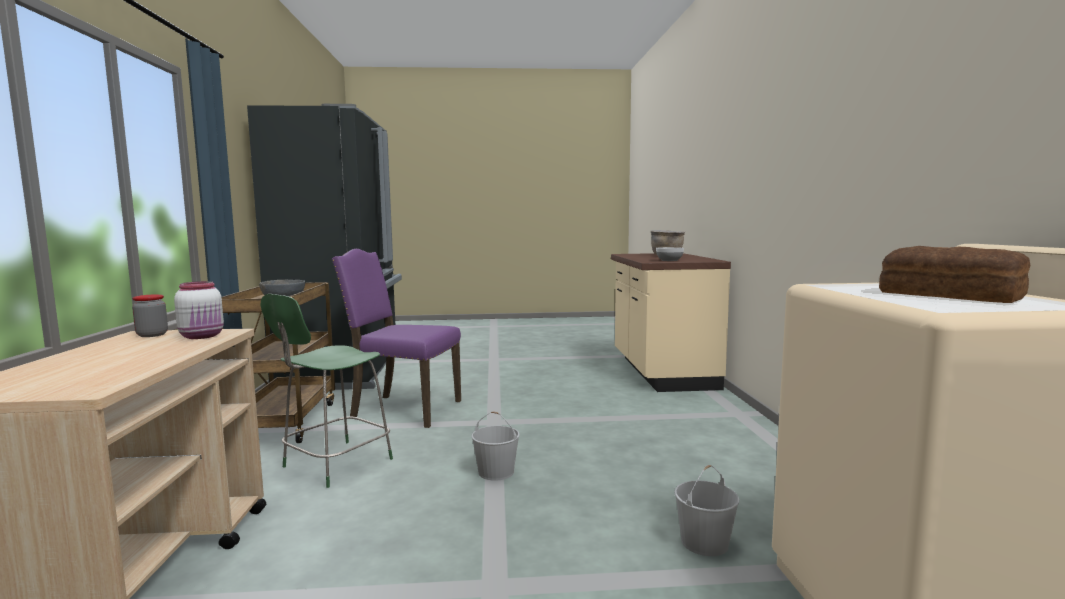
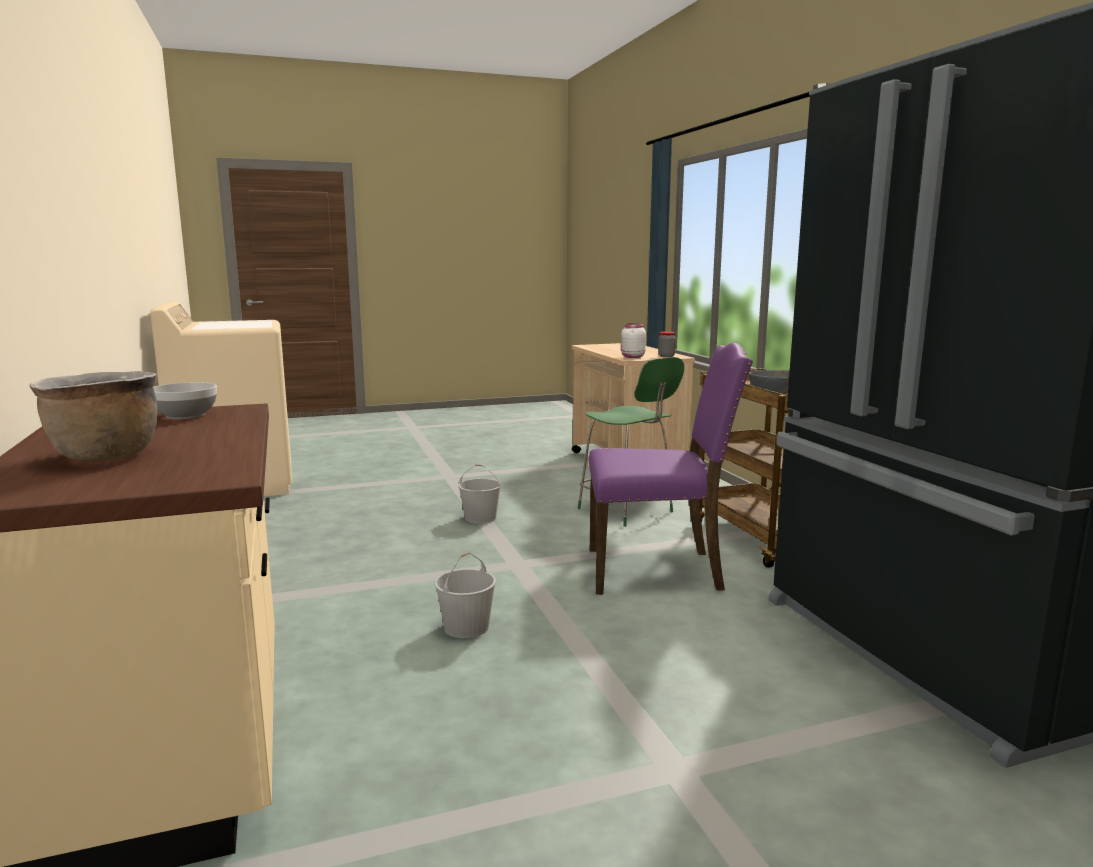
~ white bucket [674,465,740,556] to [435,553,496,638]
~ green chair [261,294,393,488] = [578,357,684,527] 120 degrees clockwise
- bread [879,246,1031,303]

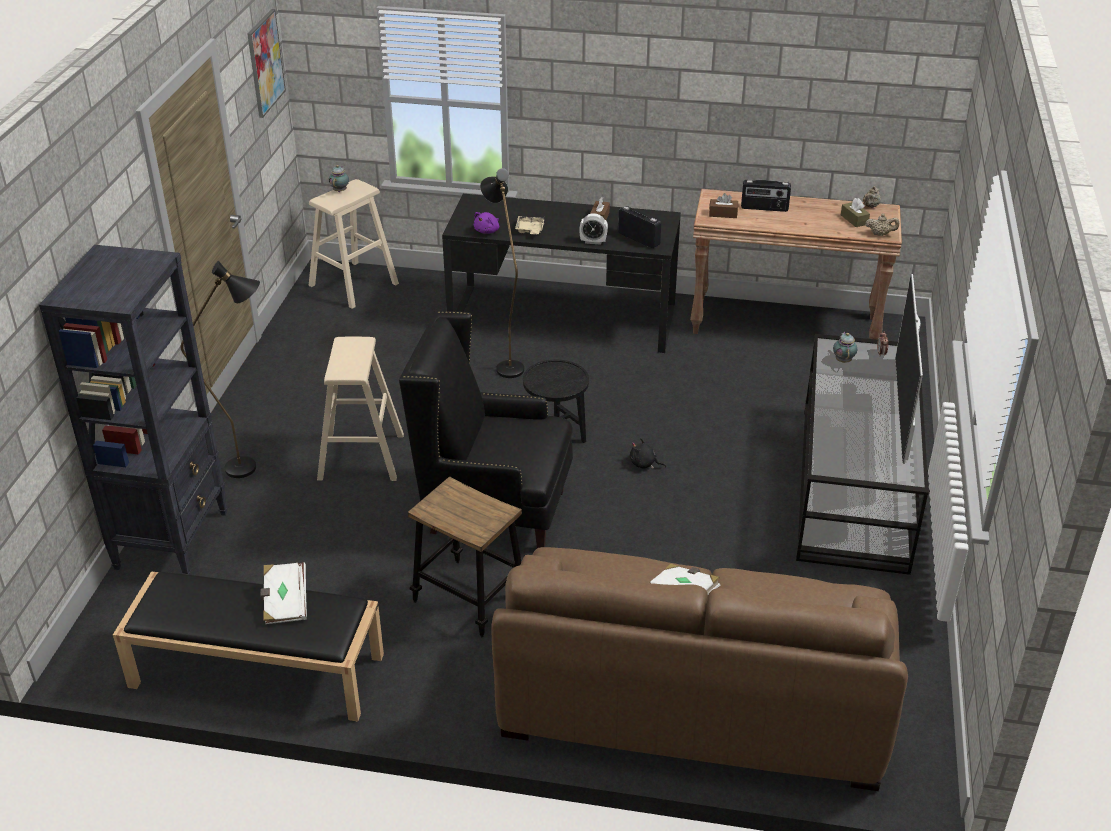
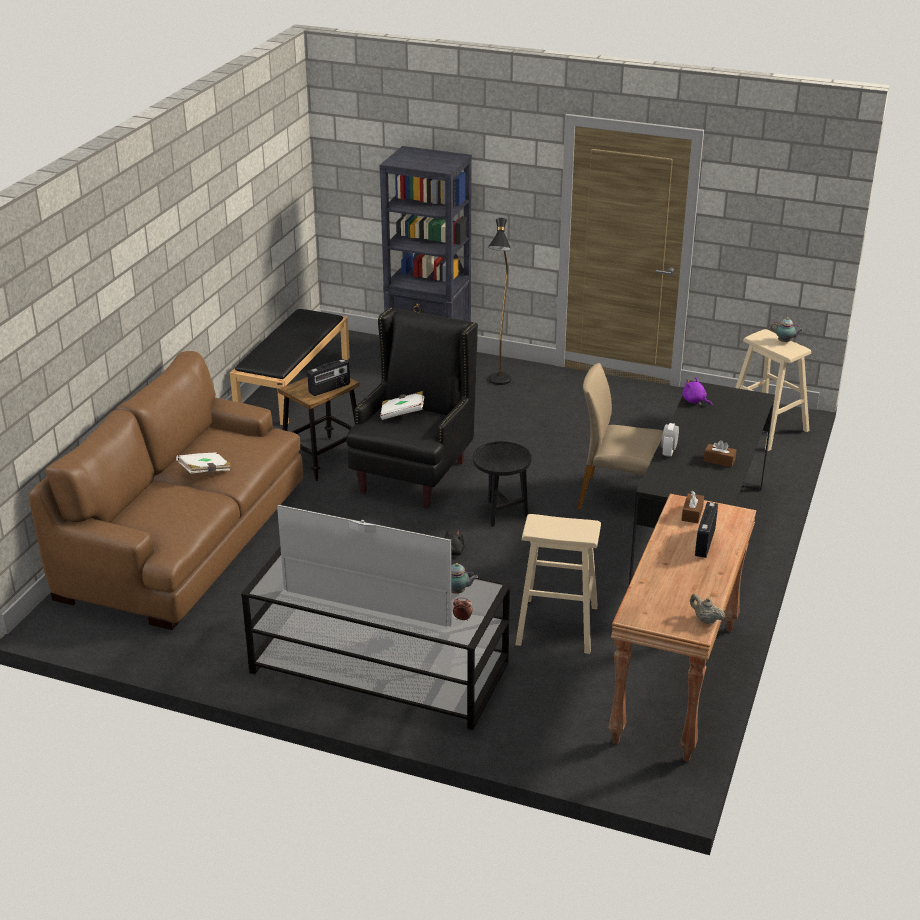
~ radio [618,206,661,248] to [307,359,350,396]
~ white book [260,562,307,624] to [380,391,424,420]
~ beige stool [317,337,404,481] to [515,514,601,654]
~ black floor lamp [480,168,524,378] to beige chair [577,363,663,510]
- picture [247,9,286,118]
- beige tray [515,216,544,234]
- brown tissue box [841,198,870,227]
- beige teapot [865,214,899,236]

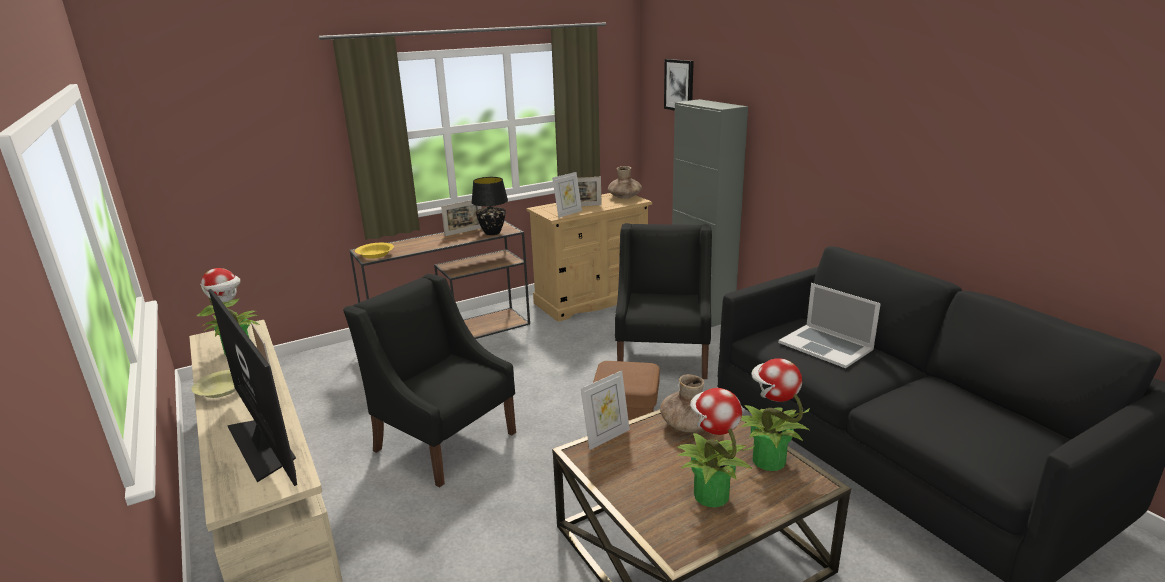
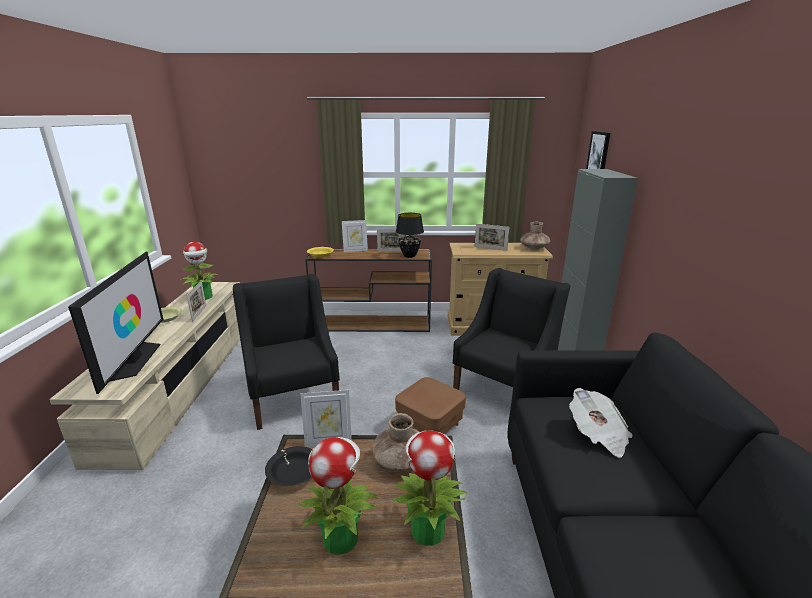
+ black bowl [265,446,312,486]
~ picture frame [552,172,582,218] to [342,220,368,252]
~ laptop [778,283,881,368] to newspaper [569,388,633,458]

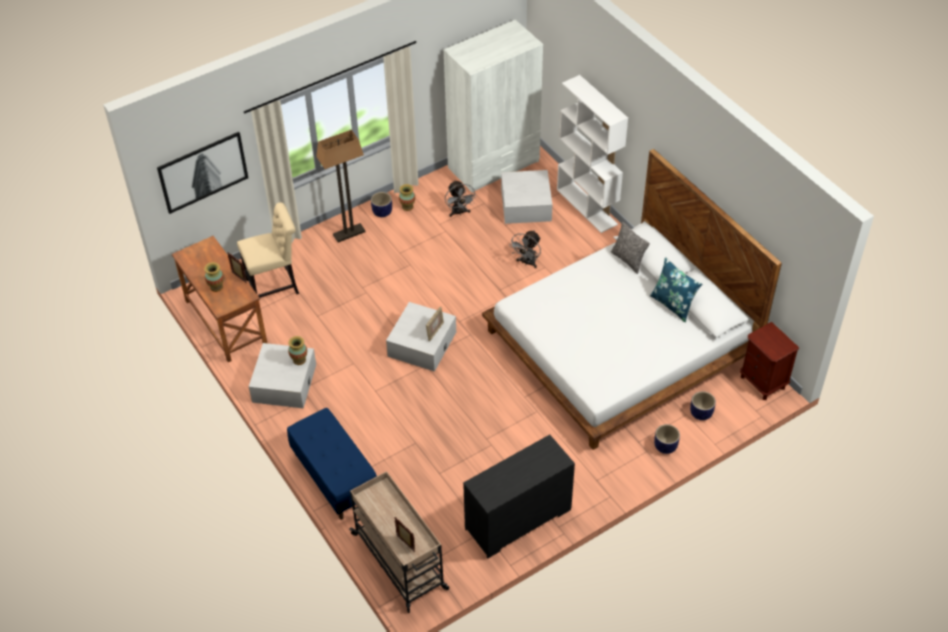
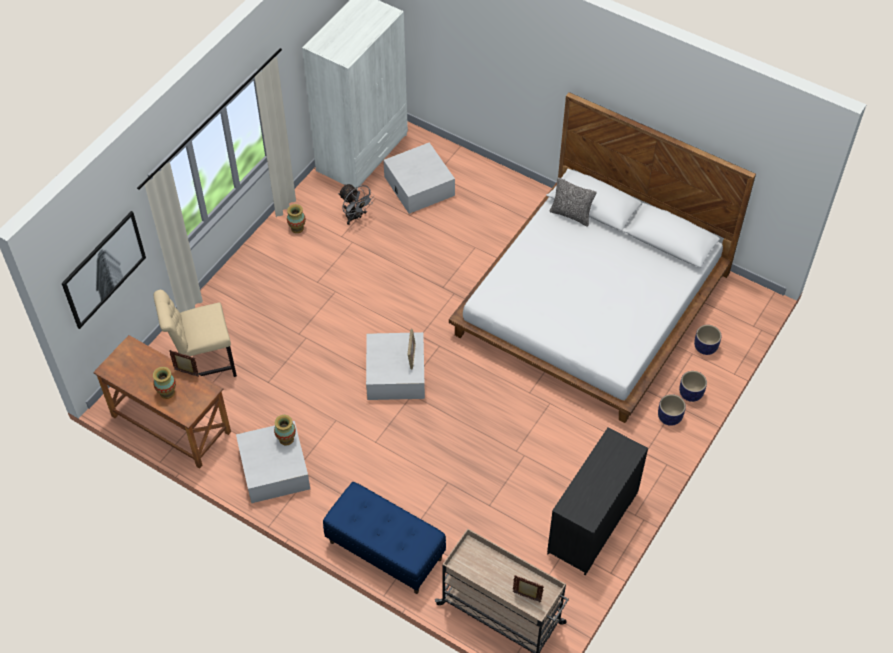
~ beige chair [237,202,299,298] = [154,290,237,377] 150 degrees counterclockwise
~ planter [371,192,392,217] to [658,394,686,426]
- floor lamp [316,130,365,242]
- grey fan [509,230,541,268]
- white bookcase [557,75,628,233]
- blue pillow [650,257,703,323]
- brown nightstand [740,322,799,400]

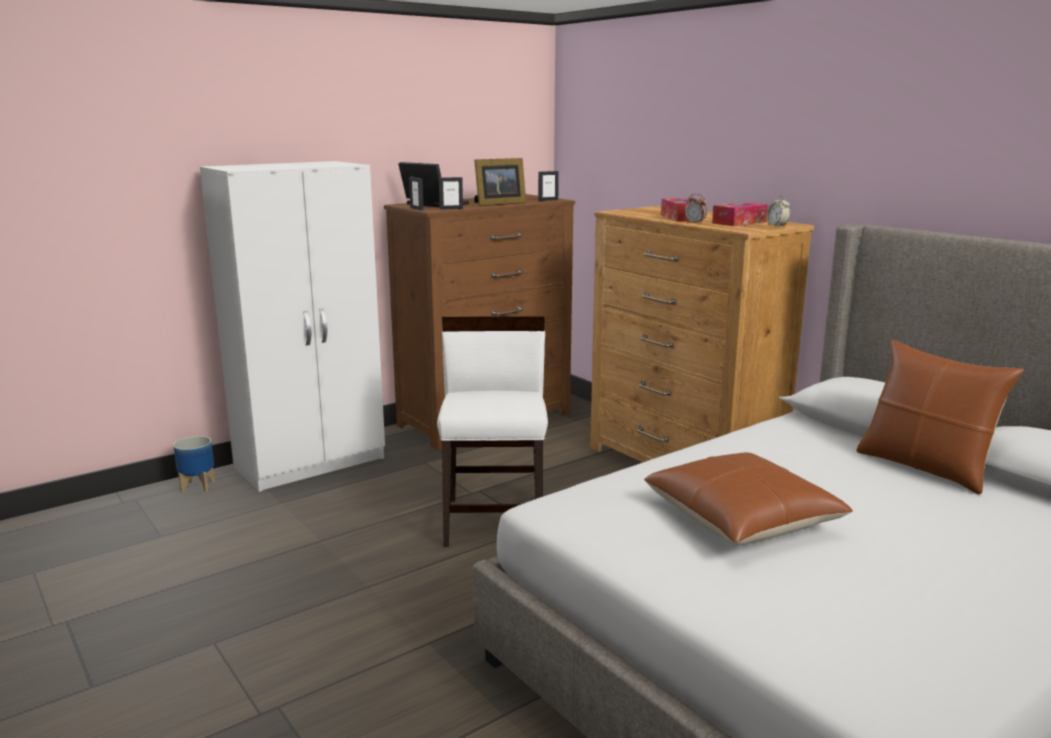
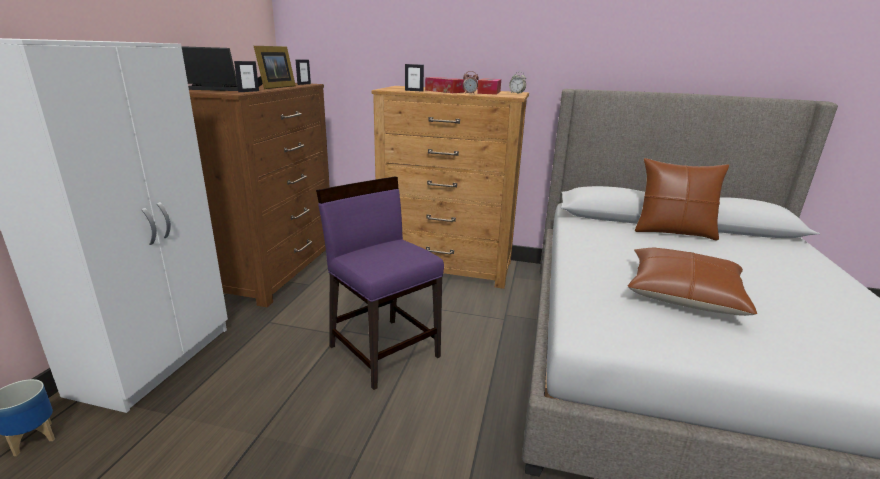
~ white chair [437,316,548,547] to purple chair [316,177,444,390]
~ picture frame [409,177,424,210] to [405,64,424,92]

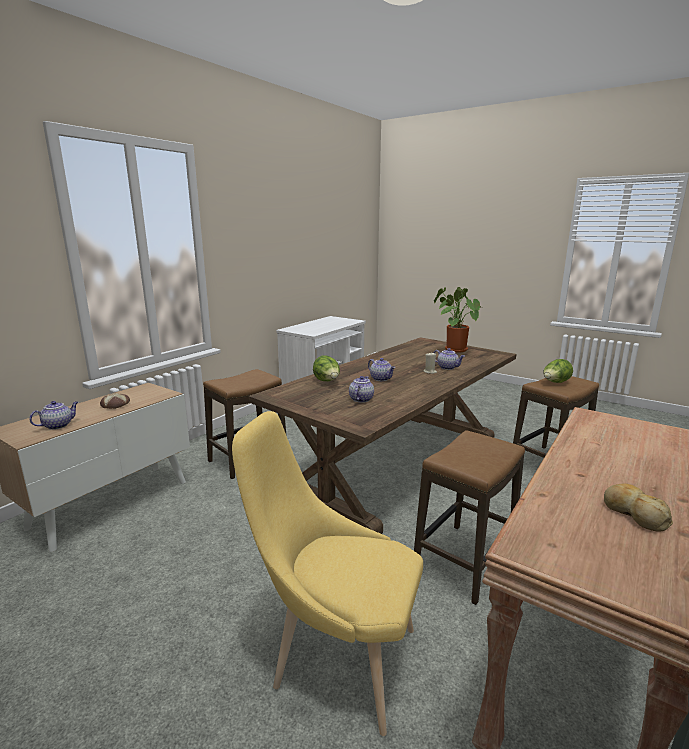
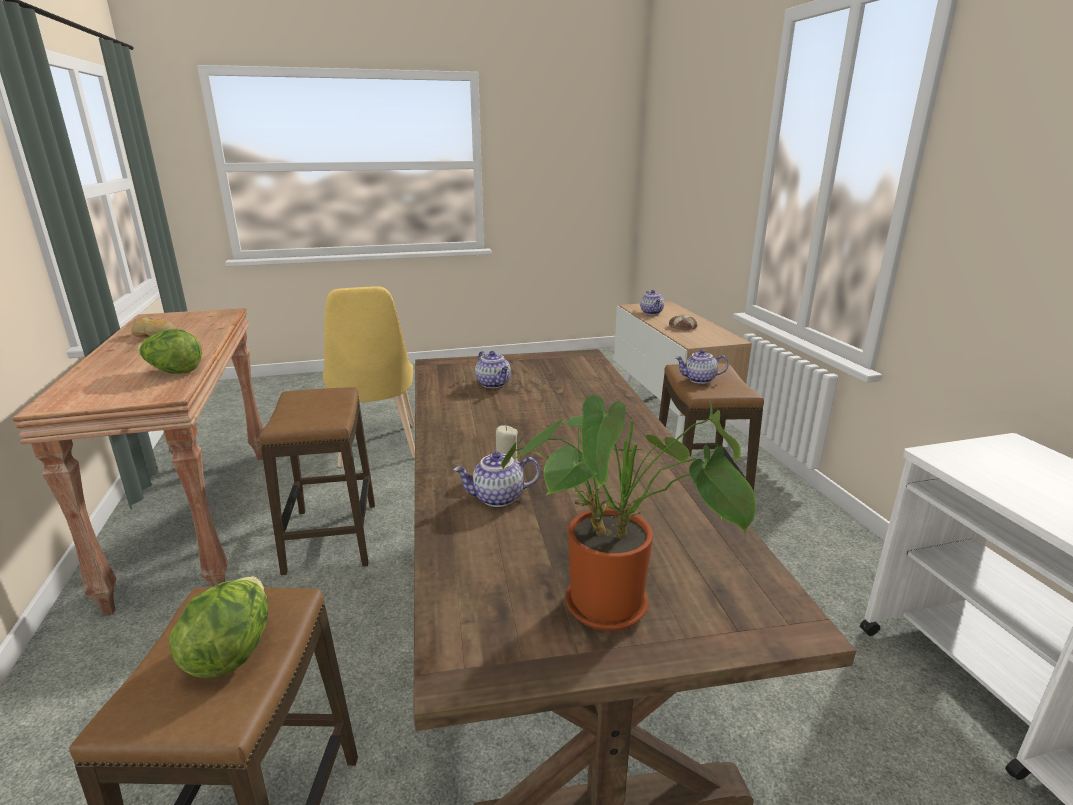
~ lettuce [313,355,340,381] to [137,329,202,374]
~ yellow chair [232,411,423,736] = [323,286,415,467] 105 degrees clockwise
~ teapot [368,358,396,381] to [675,349,728,384]

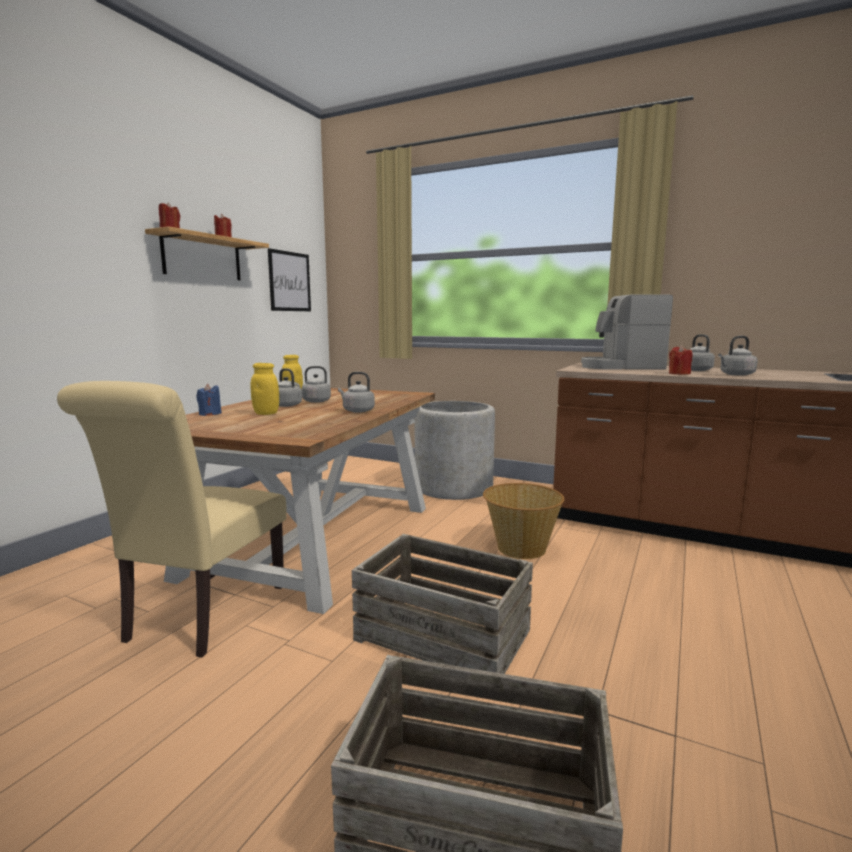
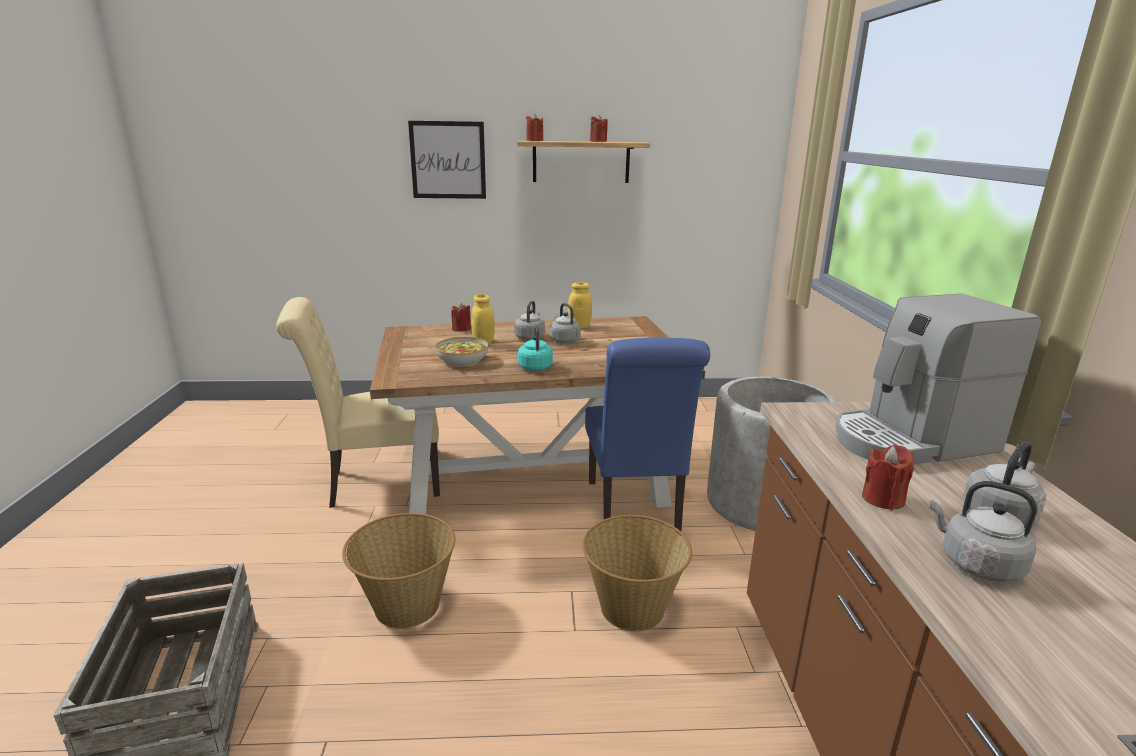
~ crate [352,534,533,674] to basket [342,513,455,629]
~ picture [268,248,311,311] to [408,121,486,199]
+ bowl [435,337,488,367]
~ blue candle [196,384,222,416] to red candle [451,303,471,332]
~ grey kettle [338,372,375,413] to turquoise kettle [518,325,553,371]
+ blue chair [585,338,710,532]
~ coffee machine [581,294,673,369] = [835,293,1042,465] 75 degrees counterclockwise

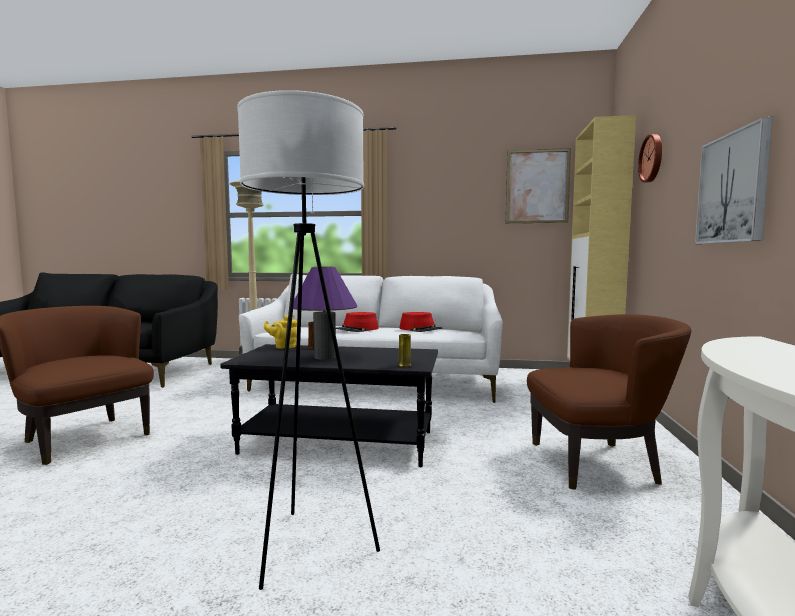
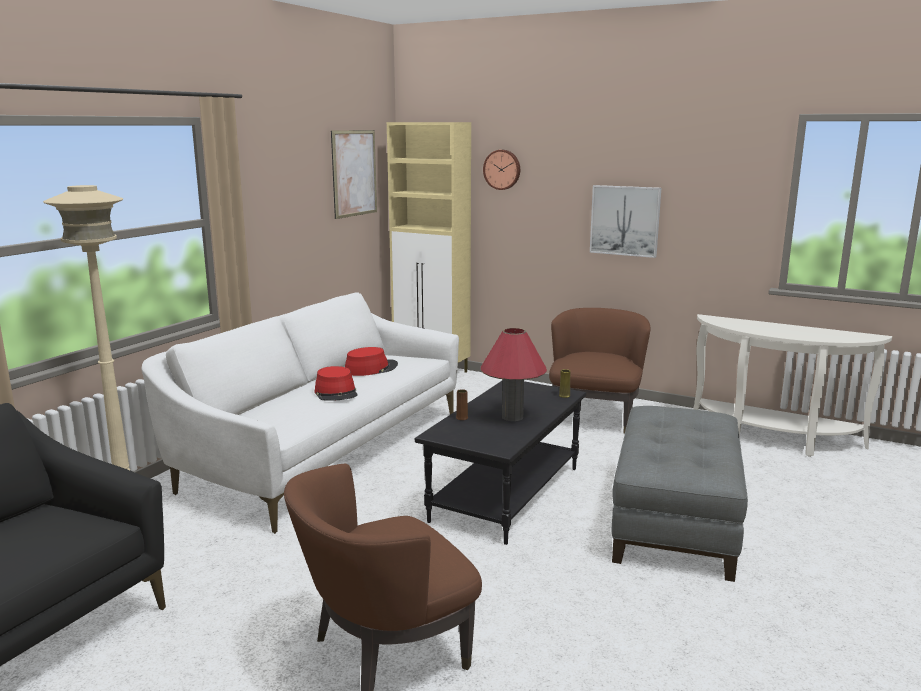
~ purple table lamp [293,267,357,360] to red table lamp [481,328,547,421]
~ white floor lamp [237,90,380,590] to grey ottoman [612,406,748,582]
- yellow teapot [264,315,297,349]

